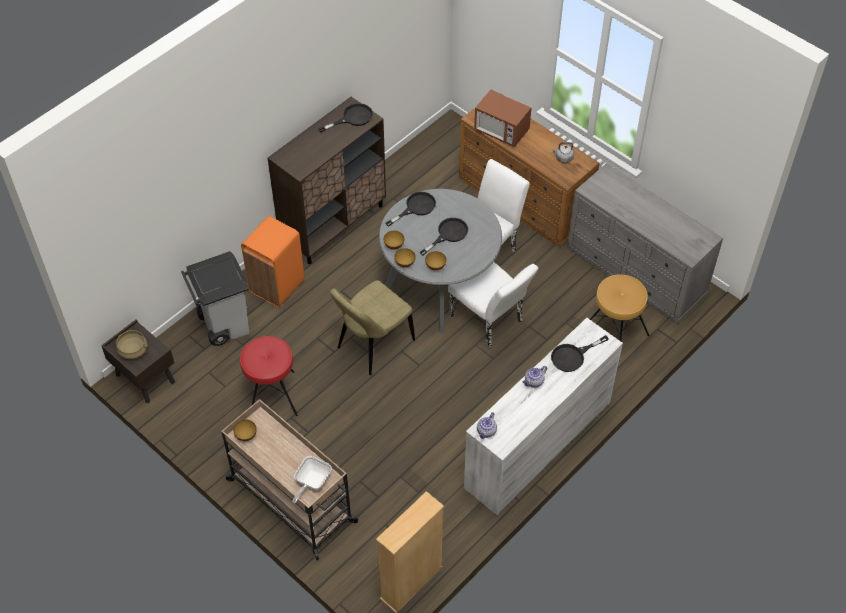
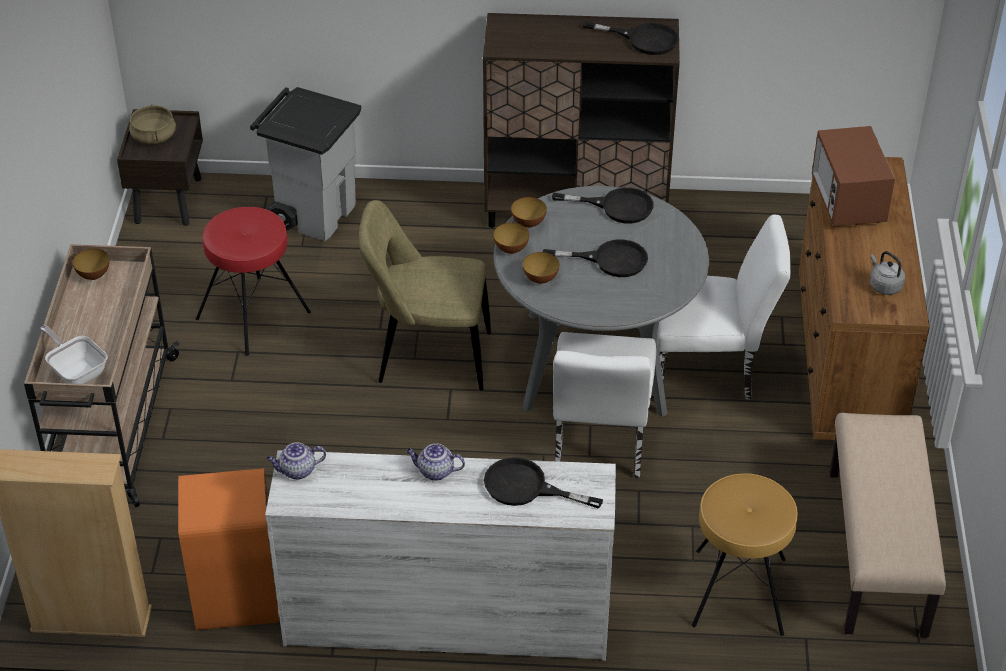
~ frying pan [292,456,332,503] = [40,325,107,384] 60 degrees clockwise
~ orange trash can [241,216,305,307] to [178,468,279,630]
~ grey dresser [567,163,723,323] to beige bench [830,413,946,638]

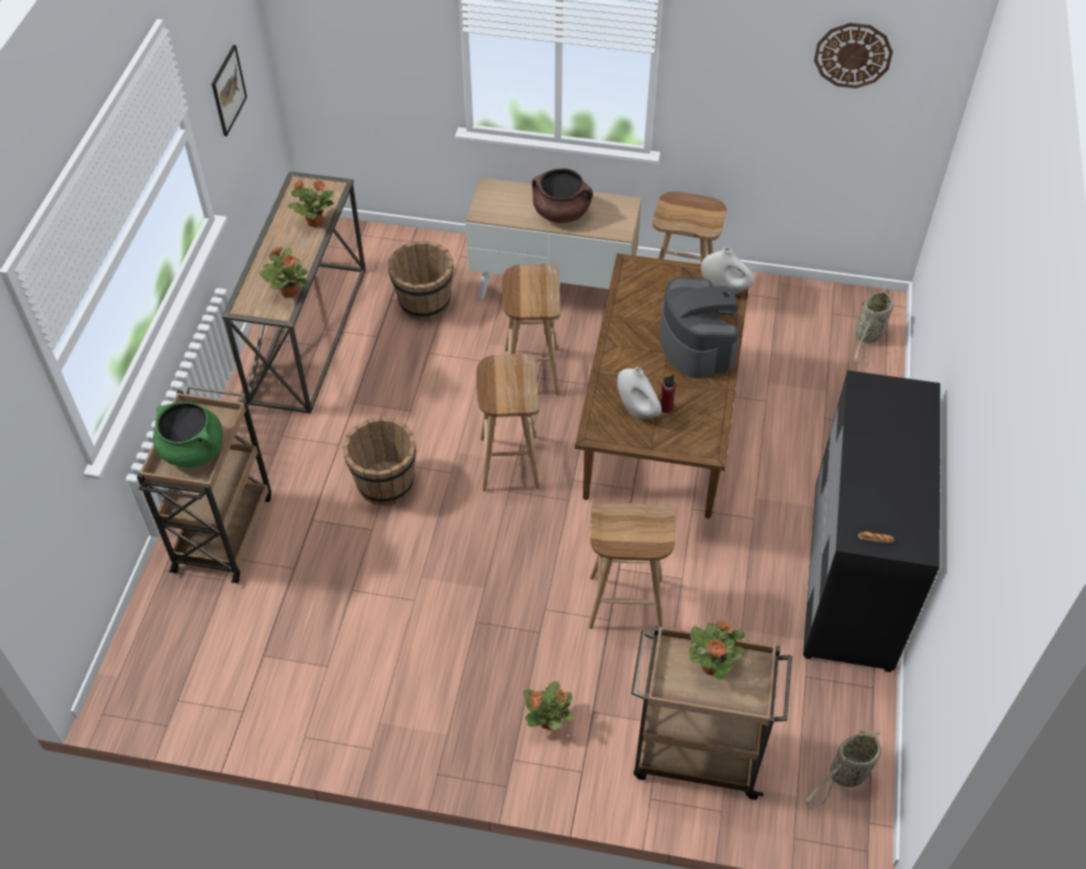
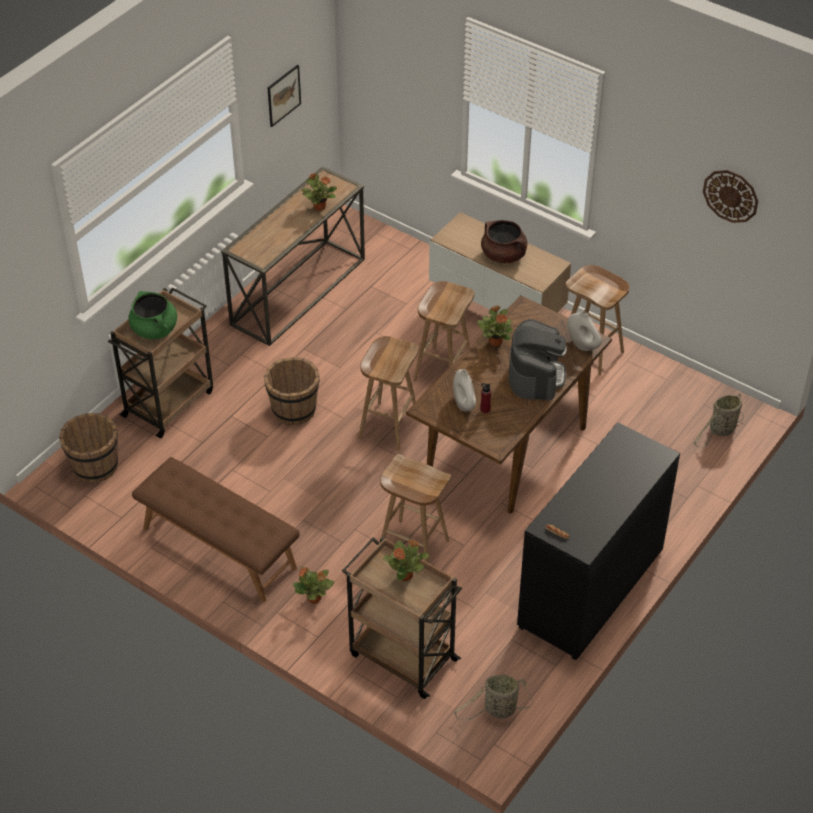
~ brown bucket [388,241,453,321] to [59,413,118,483]
+ brown bench [132,457,300,602]
~ potted plant [260,247,308,298] to [477,306,513,346]

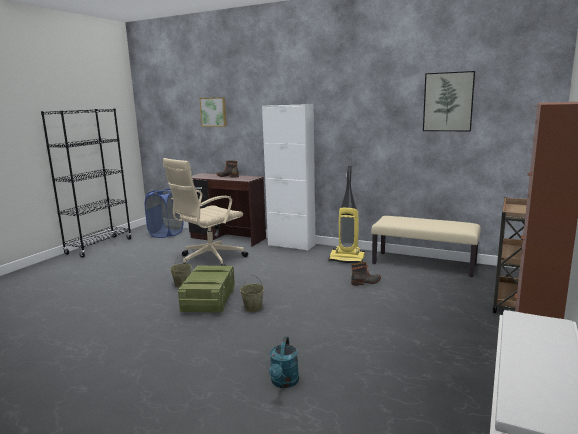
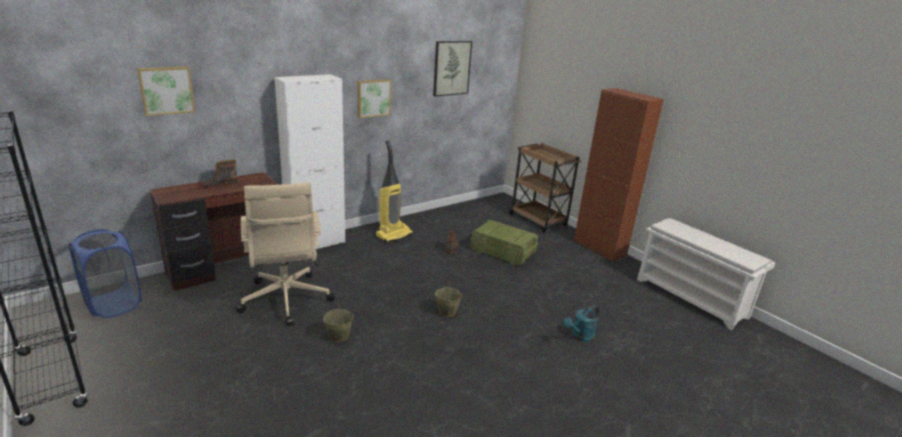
+ picture [358,79,391,118]
~ crate [178,266,235,312] to [471,220,538,265]
~ turquoise watering can [269,336,299,388] = [563,305,599,342] 105 degrees clockwise
- beige bench [371,216,481,277]

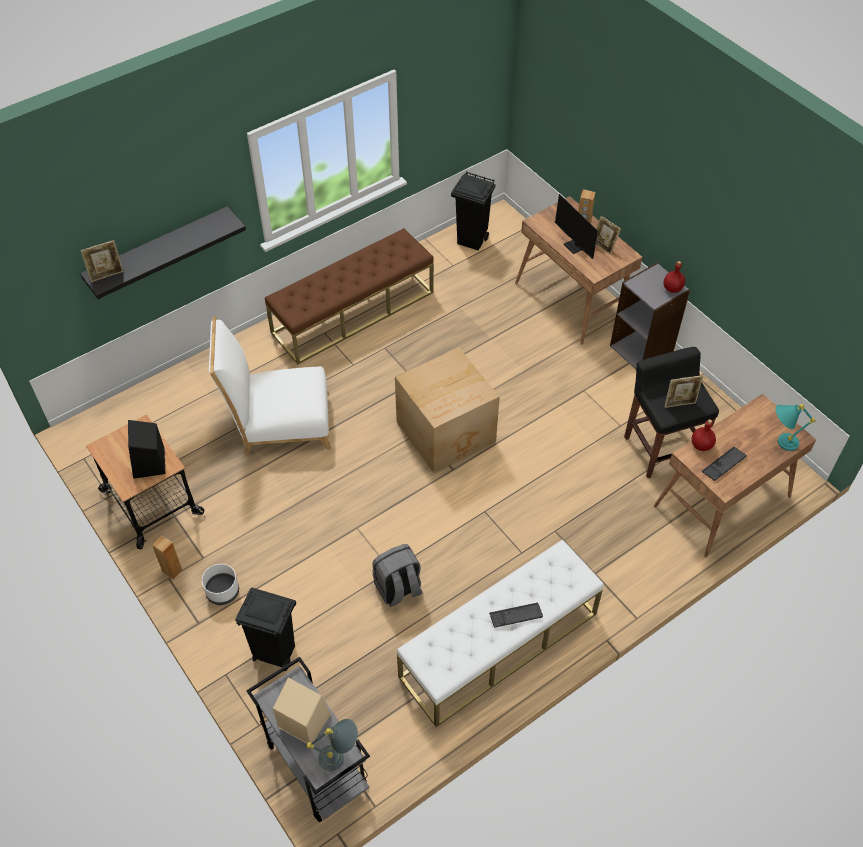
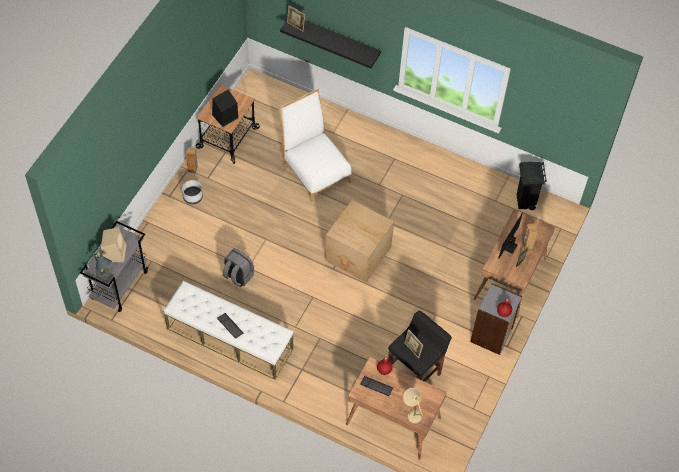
~ turquoise table lamp [776,404,815,451] to beige table lamp [403,388,423,423]
- black trash can [235,588,296,671]
- brown bench [265,228,434,364]

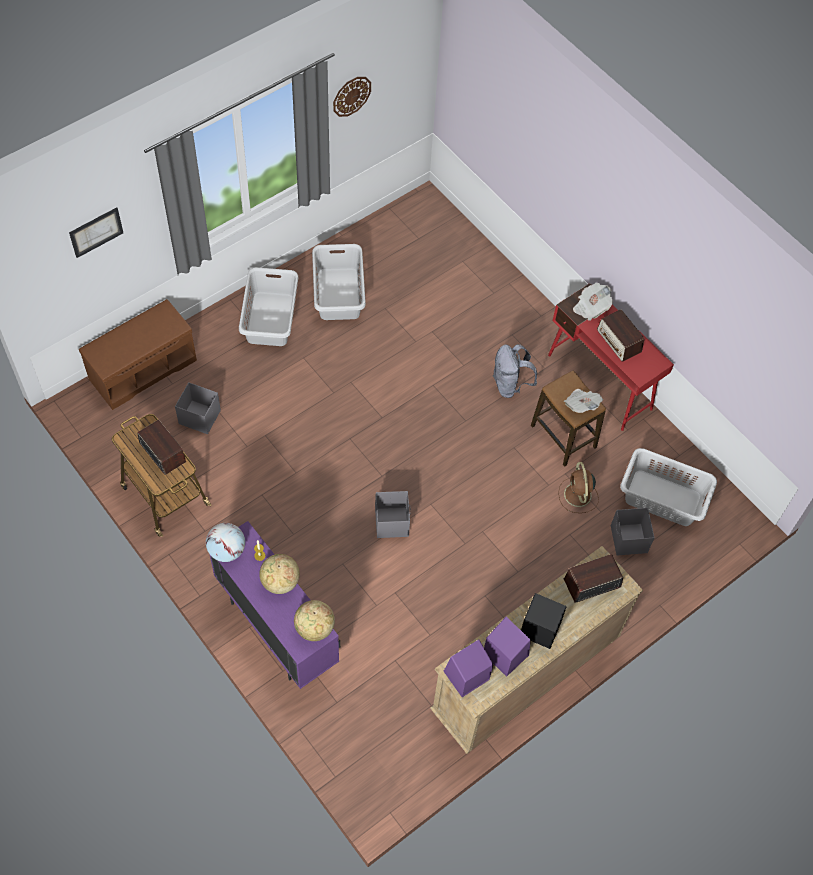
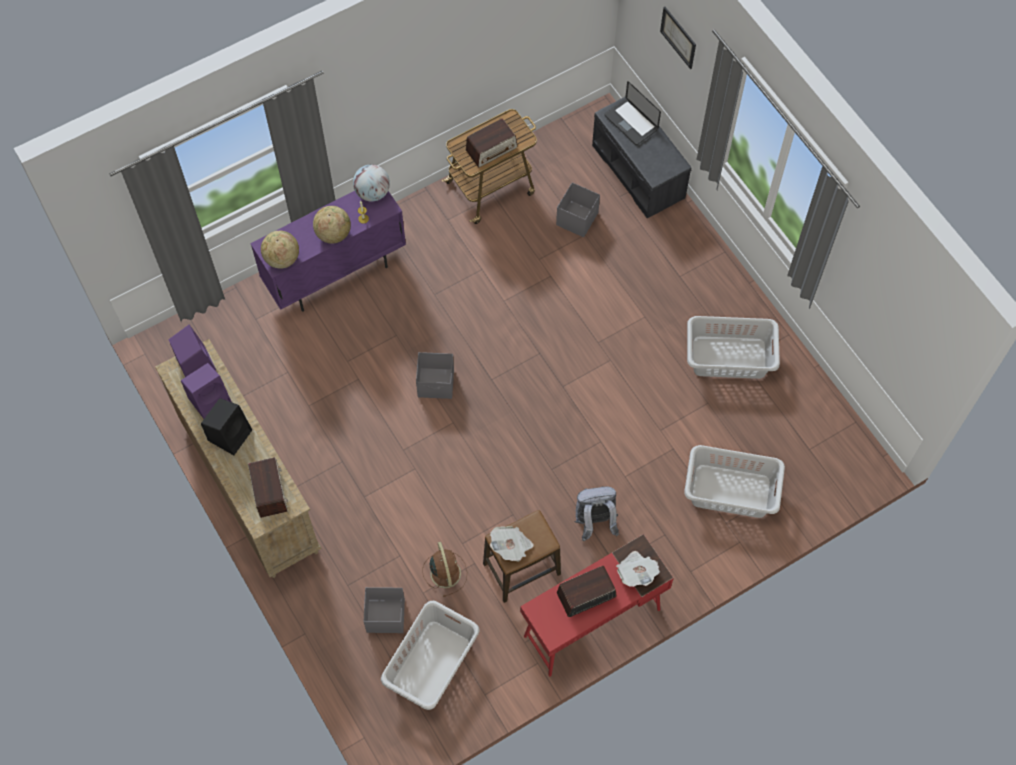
~ brown fan [558,462,599,513] = [422,542,467,597] 75 degrees clockwise
~ brown bench [79,299,197,410] to grey bench [592,96,691,218]
+ laptop [604,81,661,145]
~ grey laundry basket [239,267,298,346] to [684,445,785,518]
- wall clock [333,77,371,117]

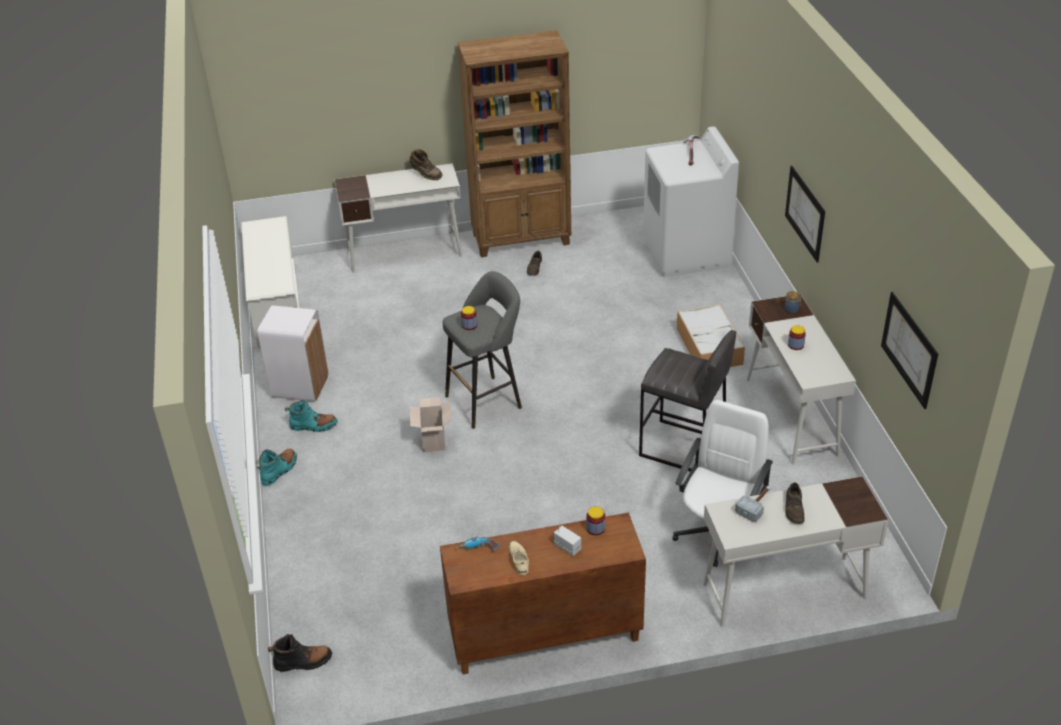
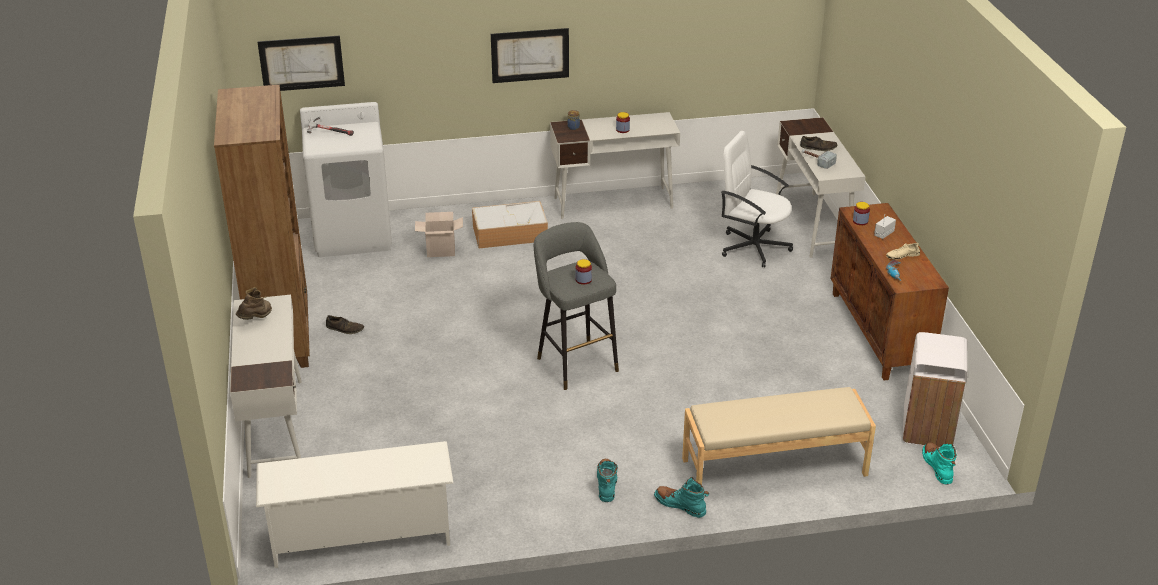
~ picture [881,292,938,409] to [257,35,345,91]
~ cardboard box [409,397,451,452] to [415,212,463,257]
+ beige bench [682,387,876,485]
~ white trash can [258,305,329,402] to [902,332,968,448]
~ black boot [268,634,332,672] to turquoise boot [922,442,957,485]
- grey stool [639,330,736,472]

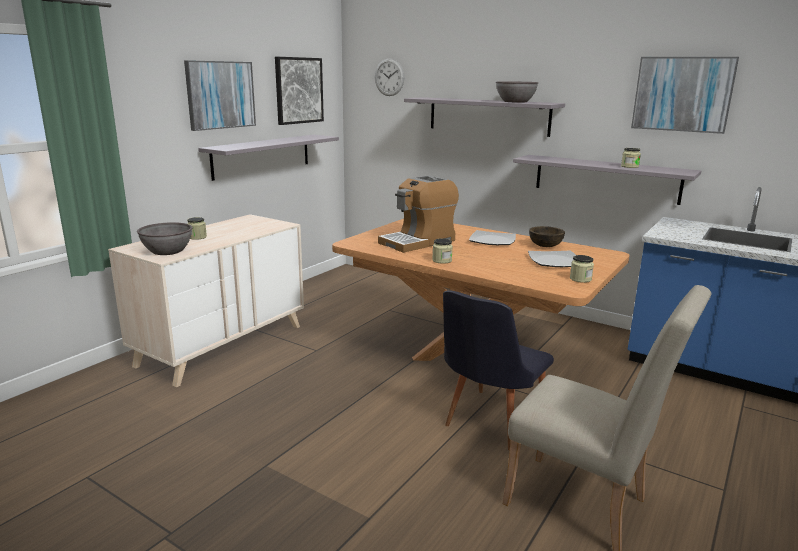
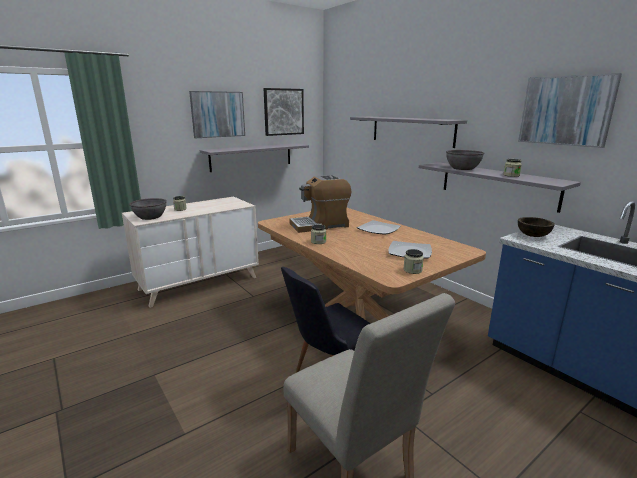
~ grey bowl [496,81,538,103] to [446,150,484,170]
~ brown bowl [529,226,565,247] to [518,217,555,237]
- wall clock [375,59,404,96]

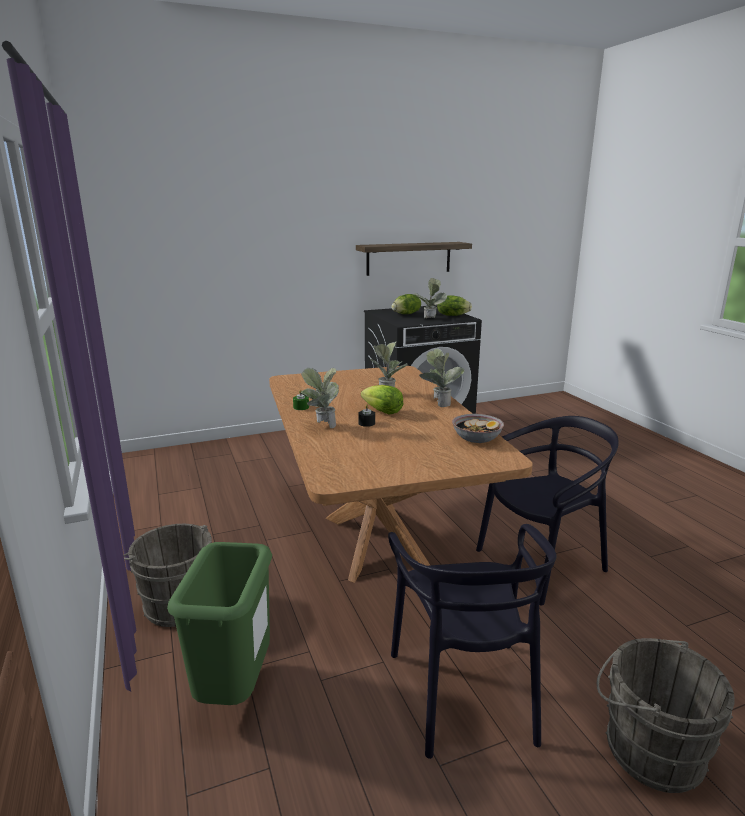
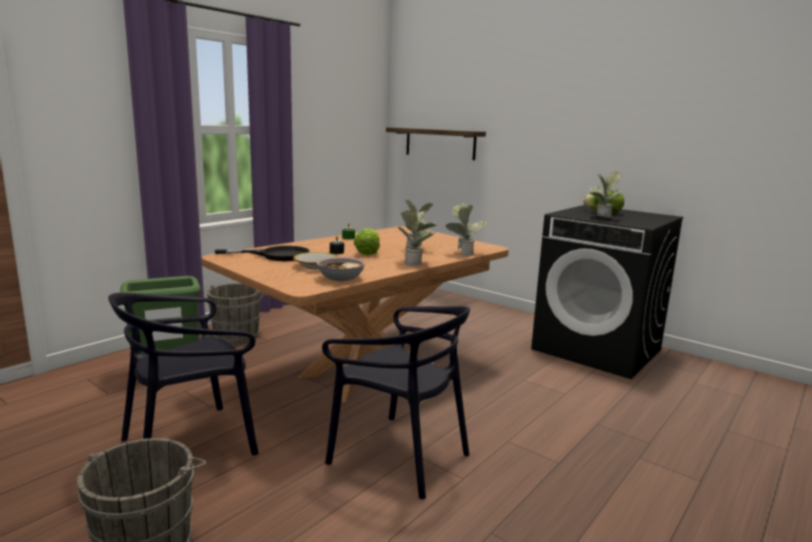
+ black frying pan [215,246,310,261]
+ bowl [293,252,338,269]
~ shelf [356,242,472,276] to [386,127,486,160]
~ potted plant [301,368,339,428] to [445,203,487,256]
- lettuce [437,295,472,316]

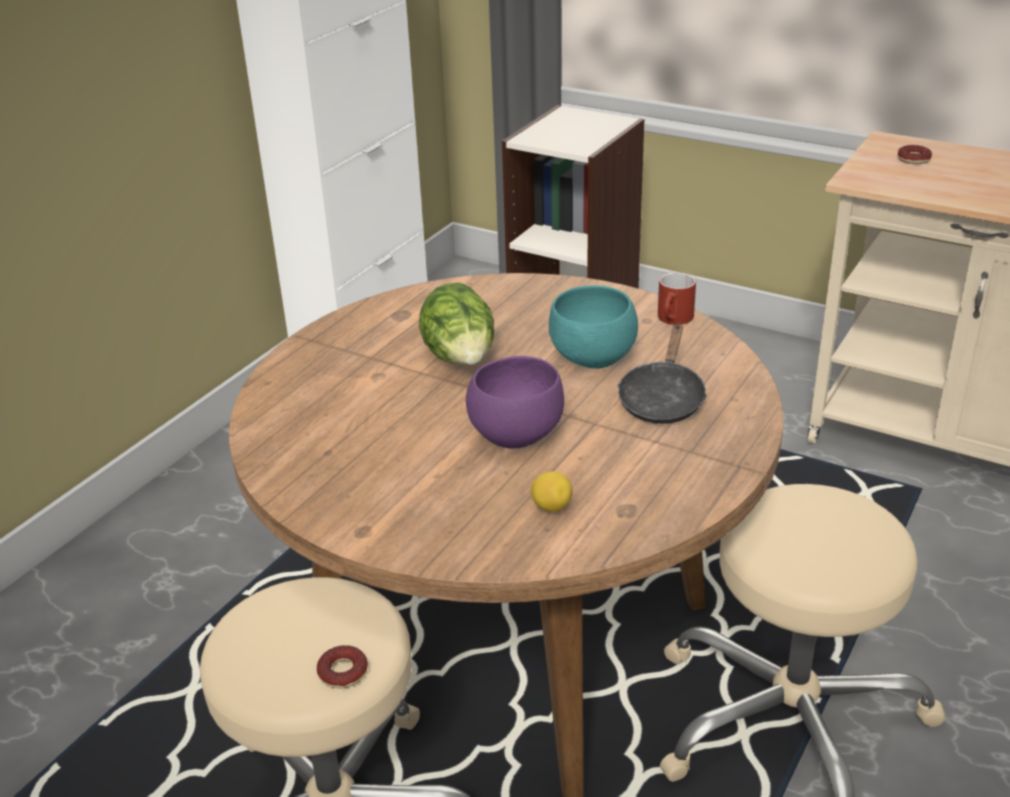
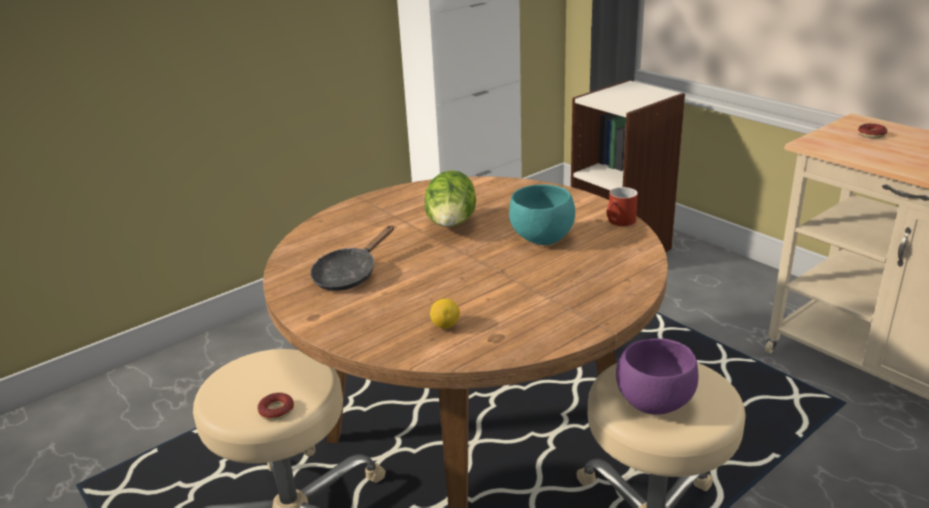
~ black frying pan [617,323,707,424] to [310,225,394,291]
~ purple bowl [466,356,564,449] to [616,338,698,415]

